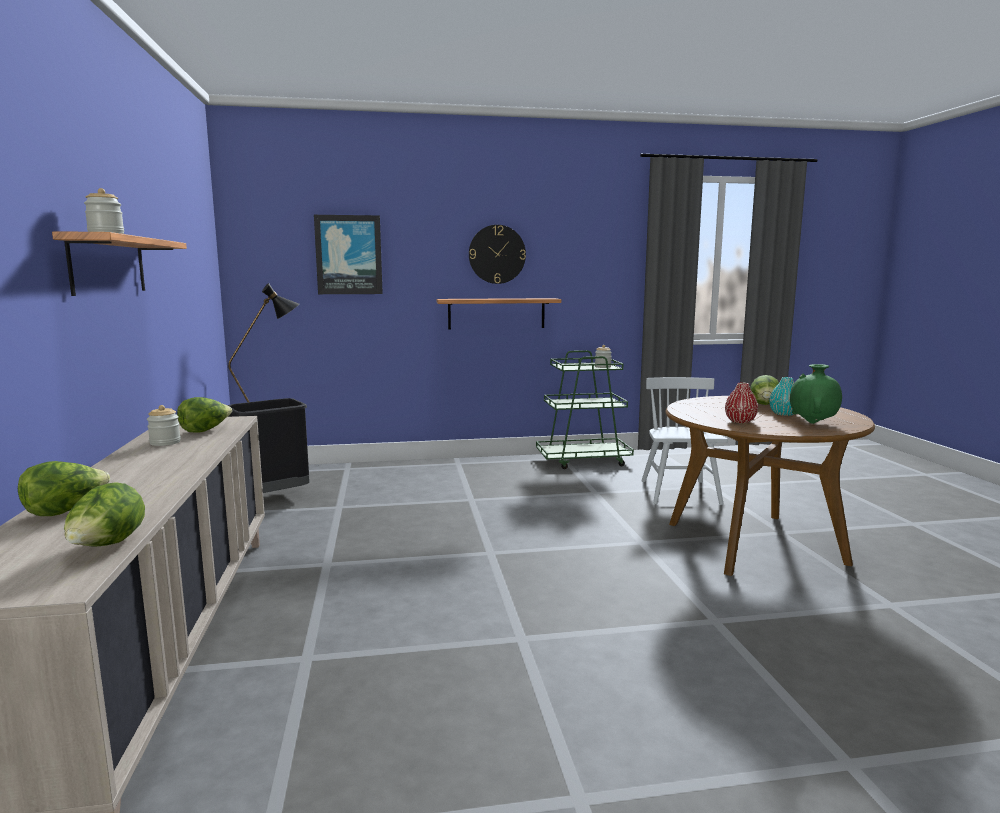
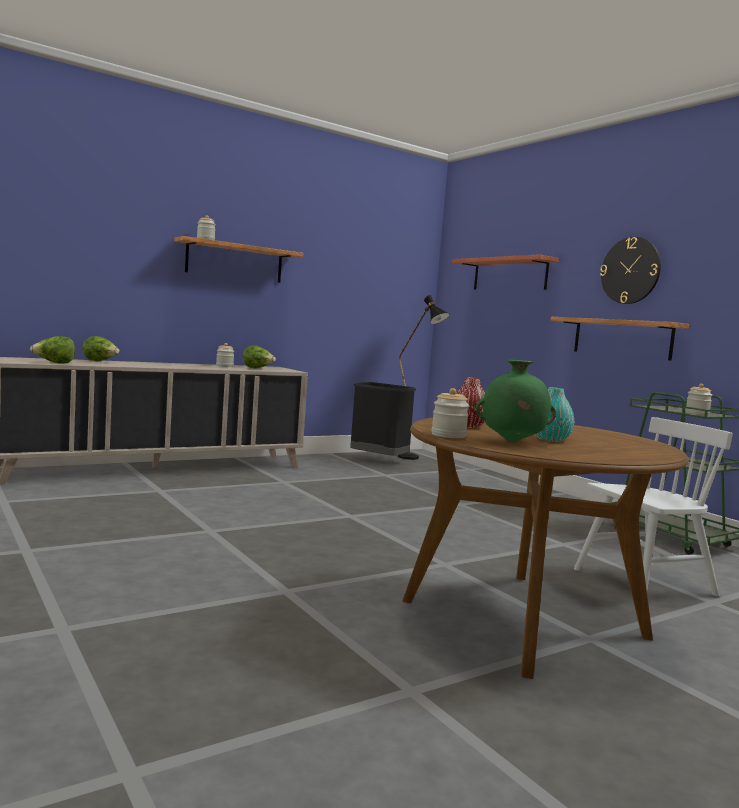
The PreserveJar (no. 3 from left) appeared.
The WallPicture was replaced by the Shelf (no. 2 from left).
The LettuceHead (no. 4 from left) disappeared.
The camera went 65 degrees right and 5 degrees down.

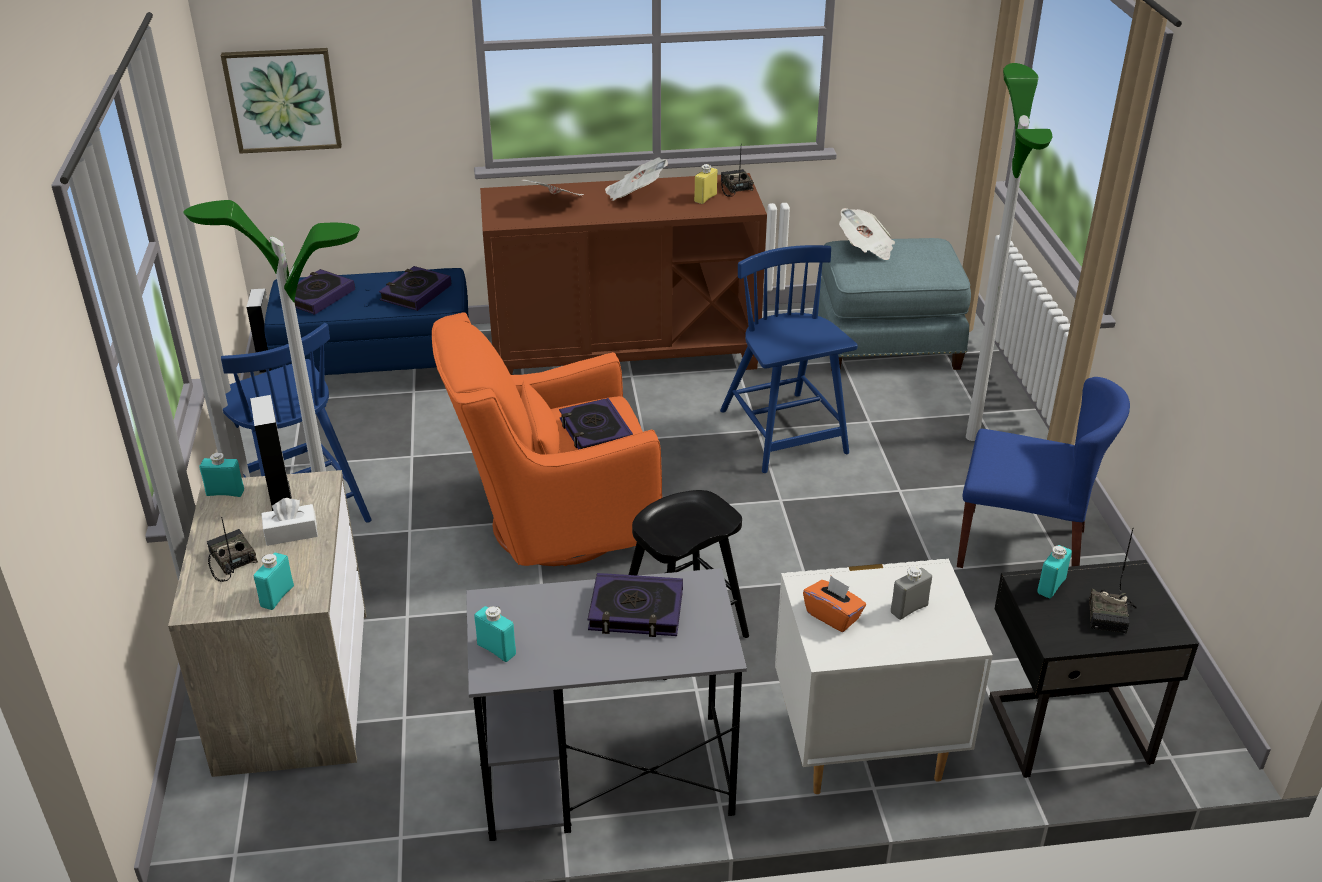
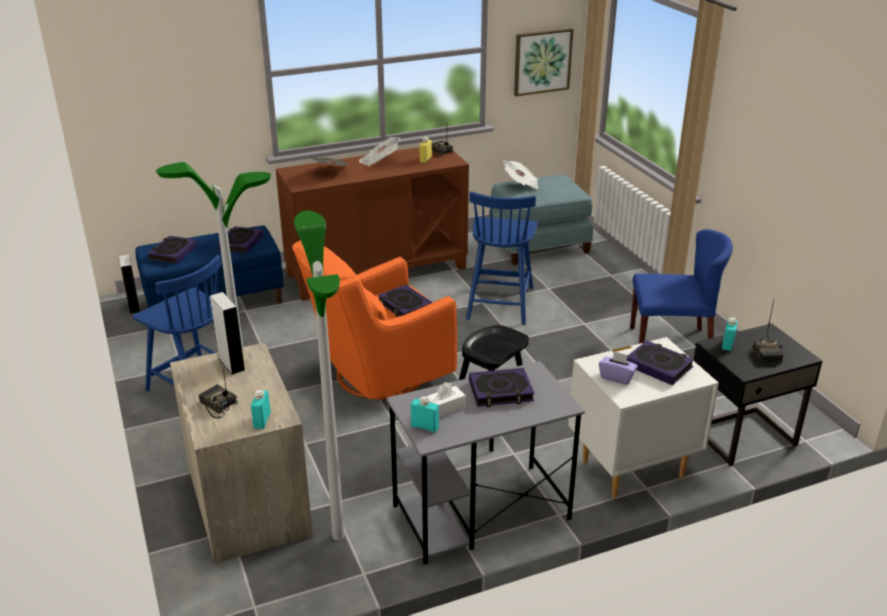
The StandardLamp (no. 2 from left) moved.
The WhitishTissueBox moved.
The BluishChair (no. 2 from left) turned 135 degrees counterclockwise.
The WallPicture moved.
The OrangeColouredTissueBox became the PurplishTissueBox.
The GreyBeverageBottle was replaced by the Book (no. 5 from left).
The BlueGreenBeverageBottle (no. 1 from left) disappeared.
The camera went 15 degrees left and 5 degrees down.

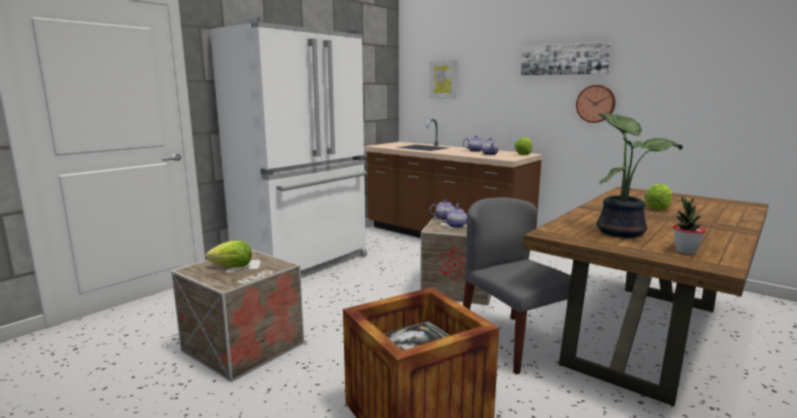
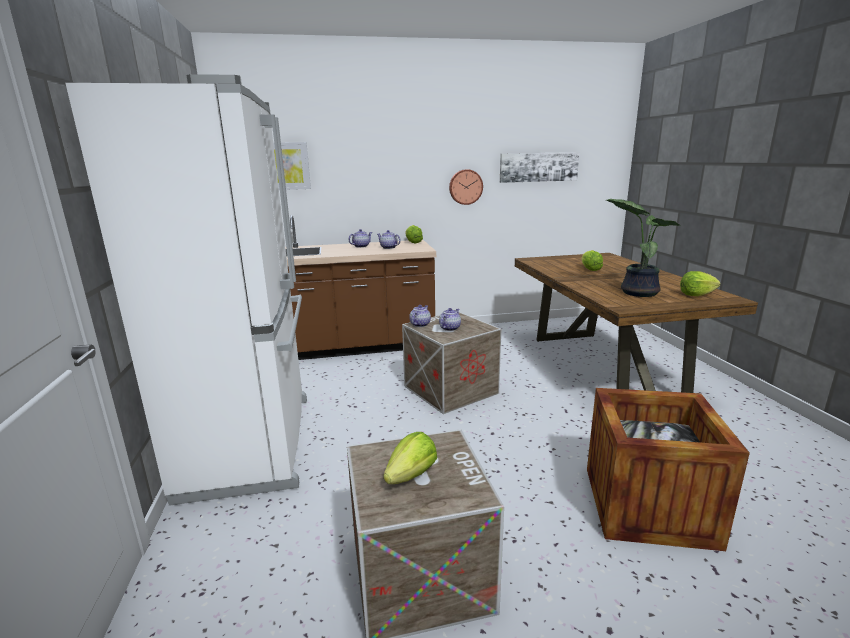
The WallPicture (no. 2 from left) moved.
The PottedPlant (no. 2 from left) was replaced by the LettuceHead (no. 4 from left).
The GreyChair disappeared.
The camera went 50 degrees left and 5 degrees up.

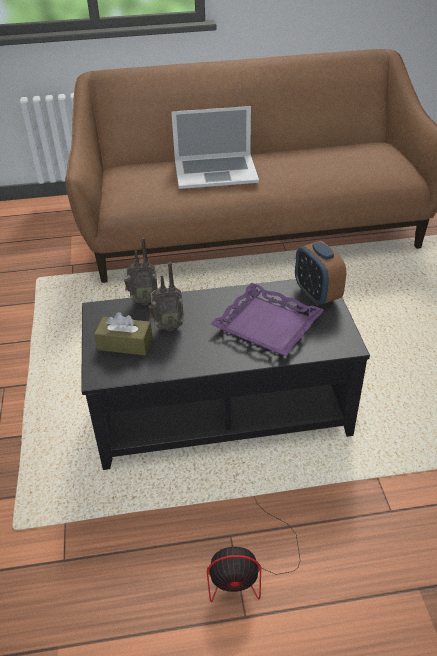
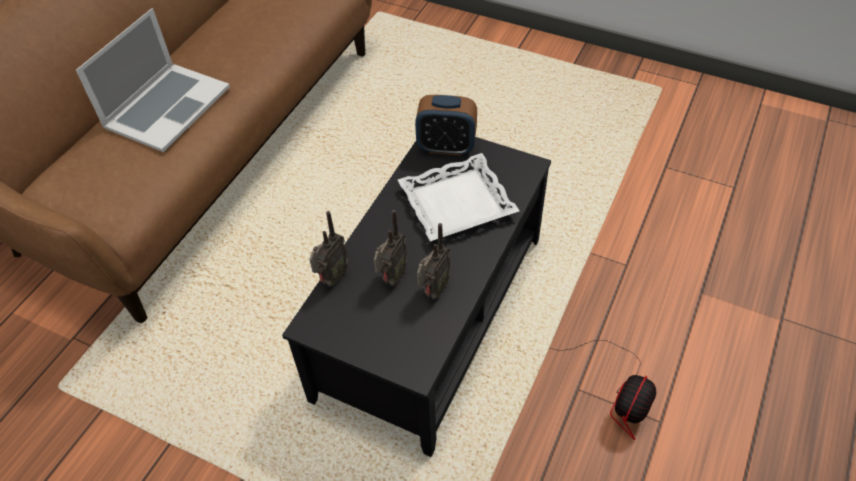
The PurplishServingTray became the WhitishServingTray.
The RadioReceiver (no. 3 from left) appeared.
The BrownColouredTissueBox disappeared.
The camera went 55 degrees left and 10 degrees up.

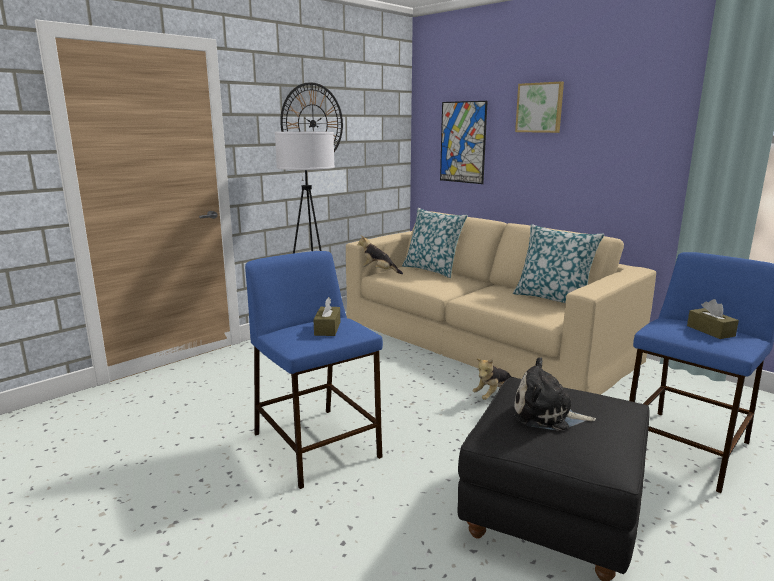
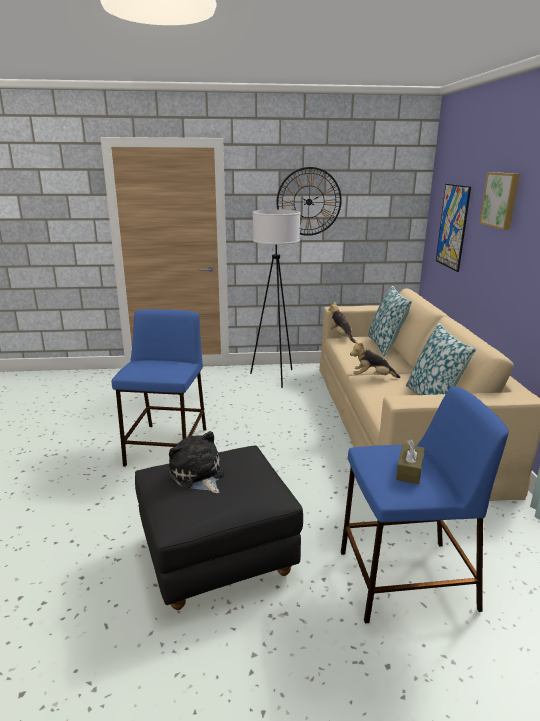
The SoftToy (no. 2 from left in the first image) moved.
The BrownColouredTissueBox (no. 1 from left) disappeared.
The camera went 40 degrees right and 5 degrees up.

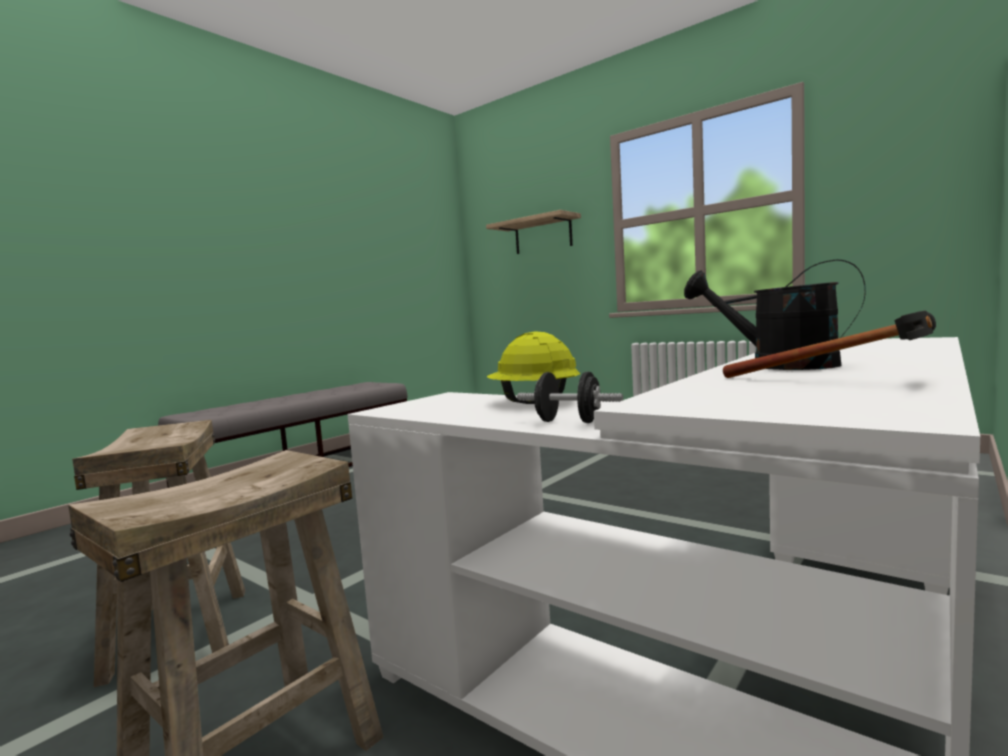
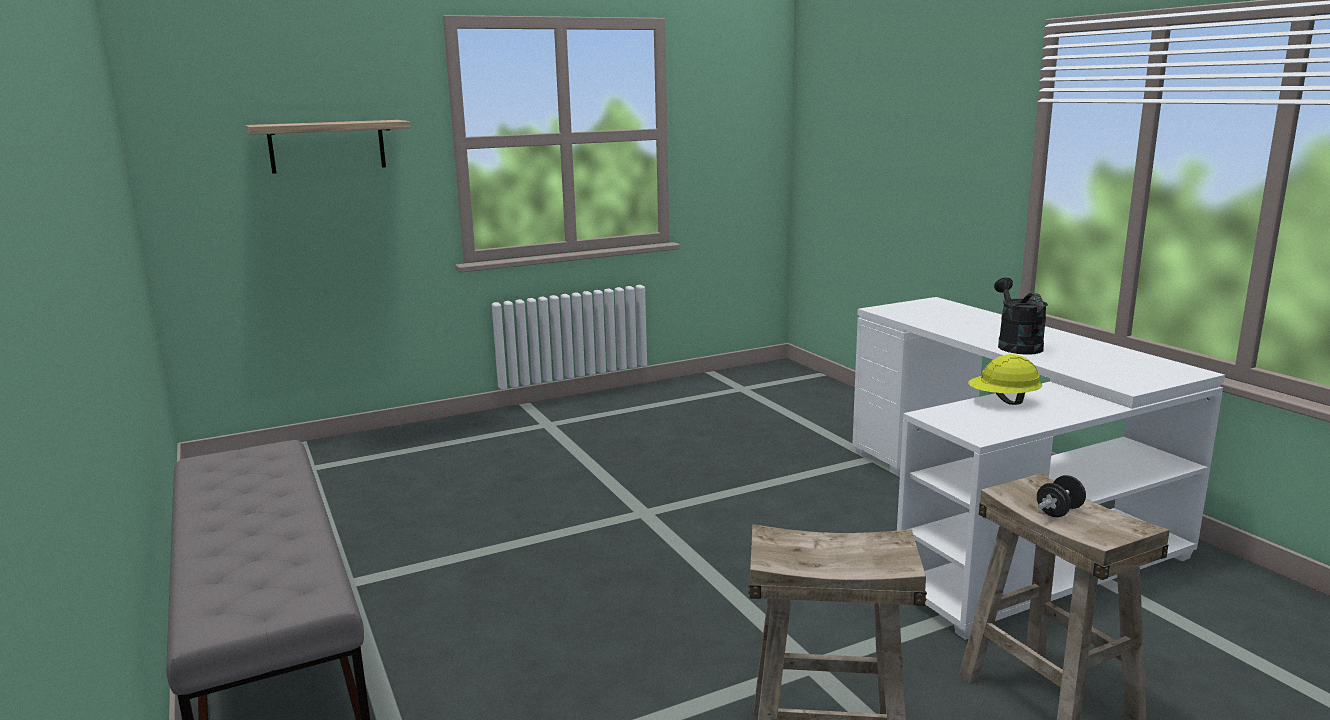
The BlackSprinklingCan turned 120 degrees clockwise.
The BlackHandWeight moved.
The HandHammer disappeared.
The camera went 65 degrees left and 10 degrees up.

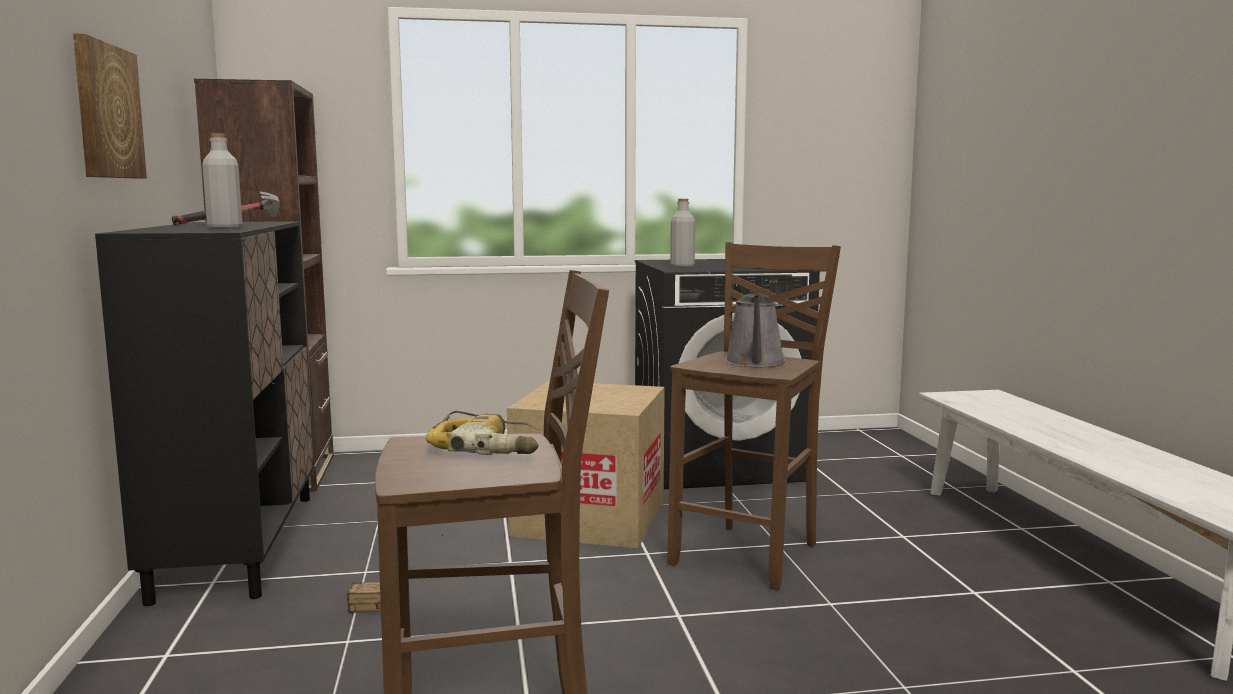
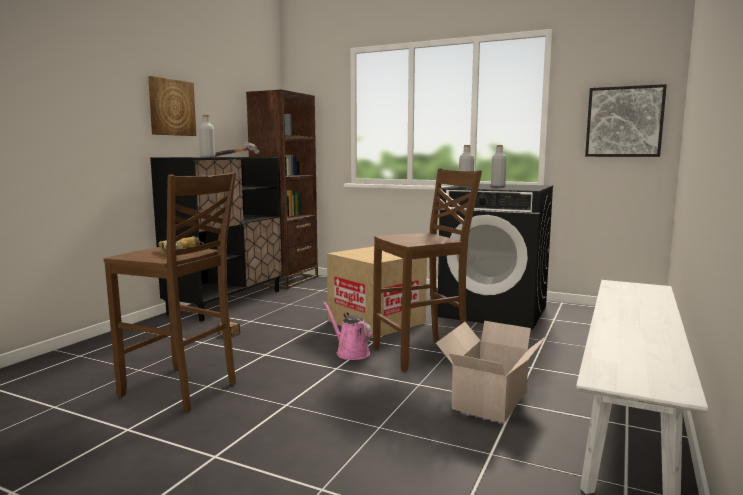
The PinkColouredSprinklingCan appeared.
The PackingBox (no. 2 from left) appeared.
The GreyBeverageBottle (no. 3 from left) appeared.
The WallPicture (no. 2 from left) appeared.
The GreySprinklingCan disappeared.
The camera went 35 degrees right and 0 degrees up.

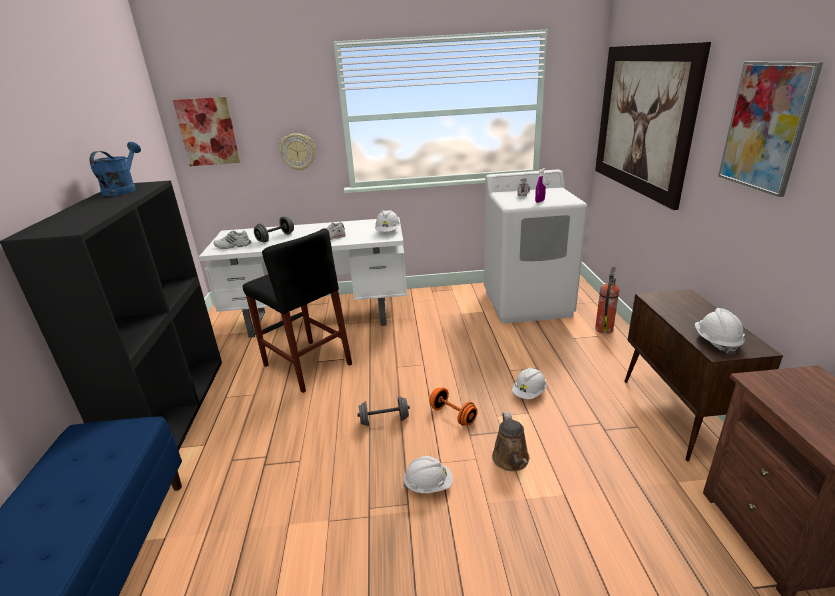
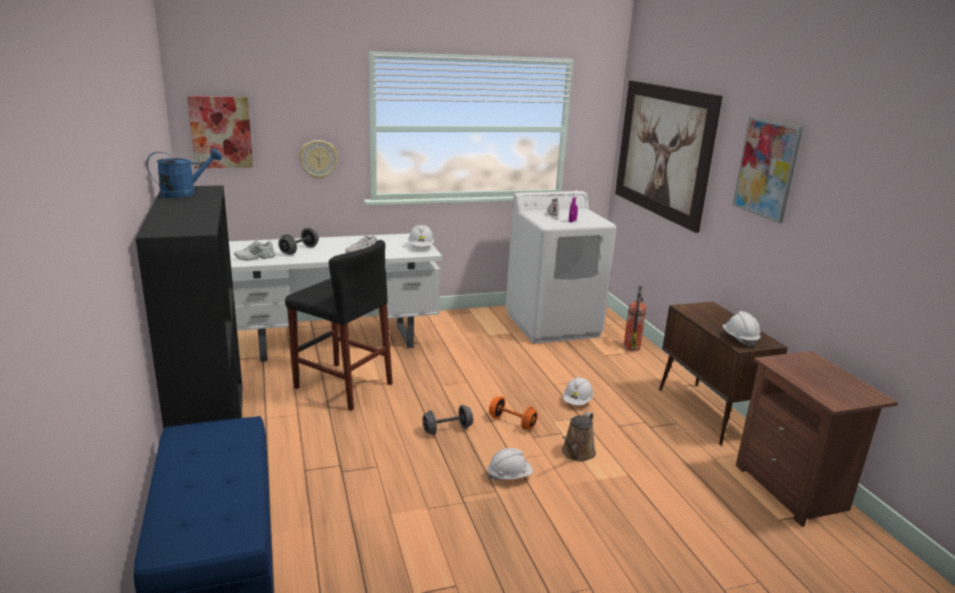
The BluishSprinklingCan turned 60 degrees clockwise.
The BrownColouredSprinklingCan turned 45 degrees clockwise.
The camera went 15 degrees left and 5 degrees down.

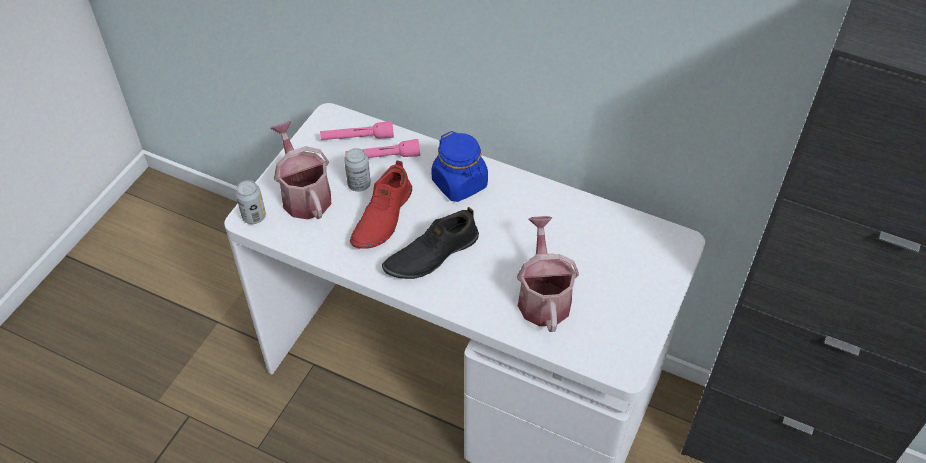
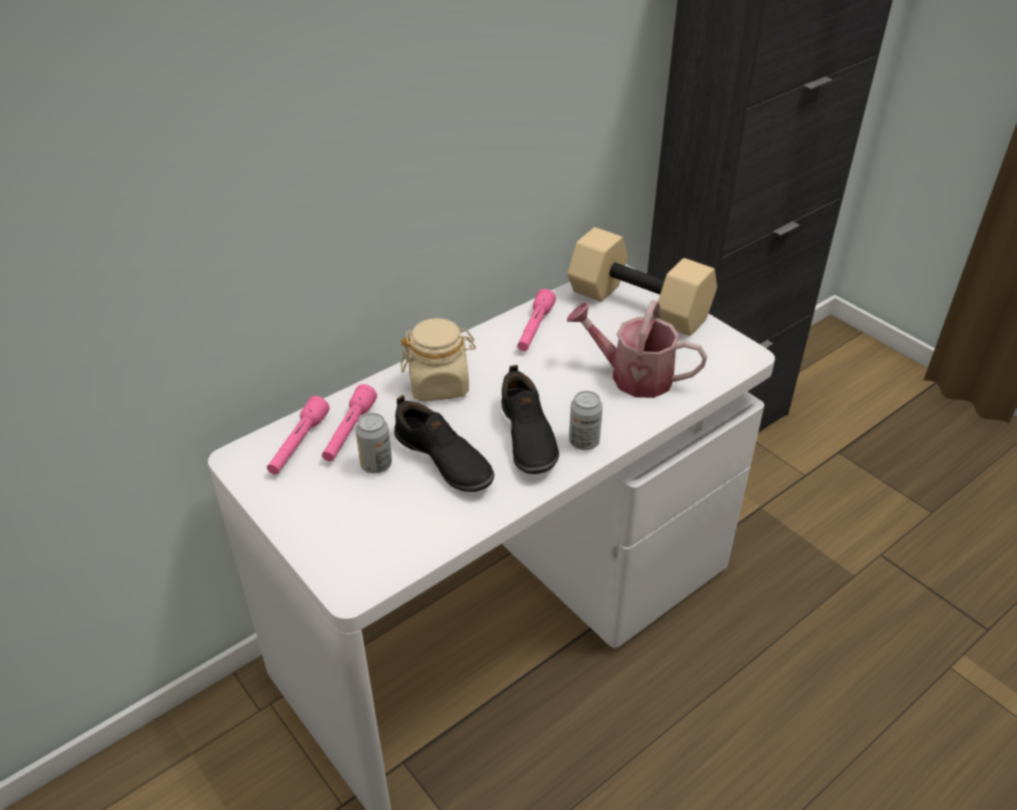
The RedColouredShoe became the BlackShoe (no. 1 from left).
The BluishPreserveJar became the BeigeColouredPreserveJar.
The PinkColouredFlashlight (no. 3 from left) appeared.
The BeigeColouredHandWeight appeared.
The SealedCan (no. 1 from left in the first image) moved.
The SprinklingCan (no. 1 from left) disappeared.
The camera went 65 degrees left and 10 degrees down.

